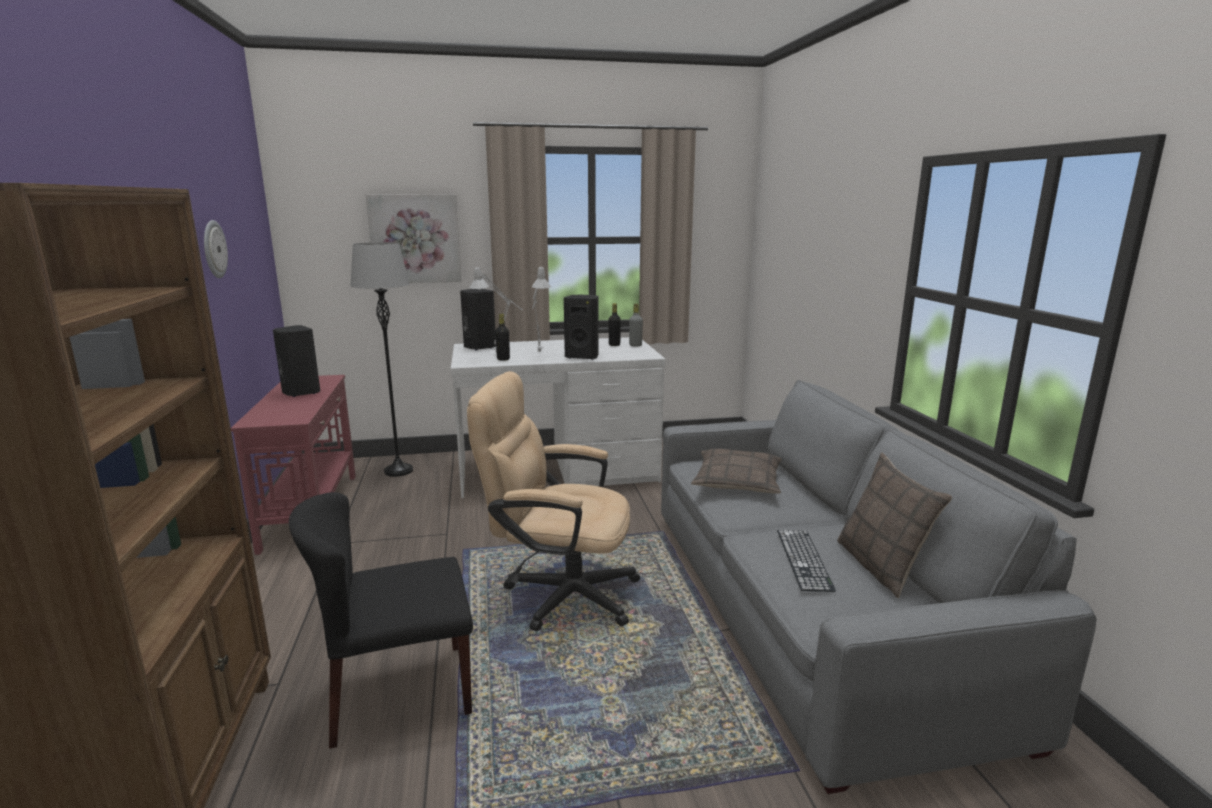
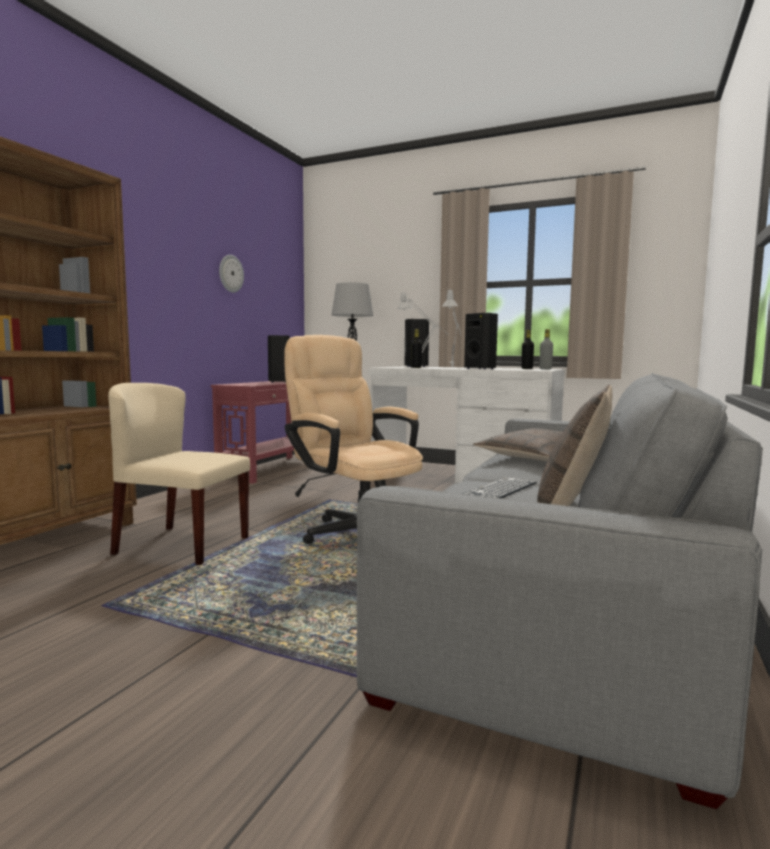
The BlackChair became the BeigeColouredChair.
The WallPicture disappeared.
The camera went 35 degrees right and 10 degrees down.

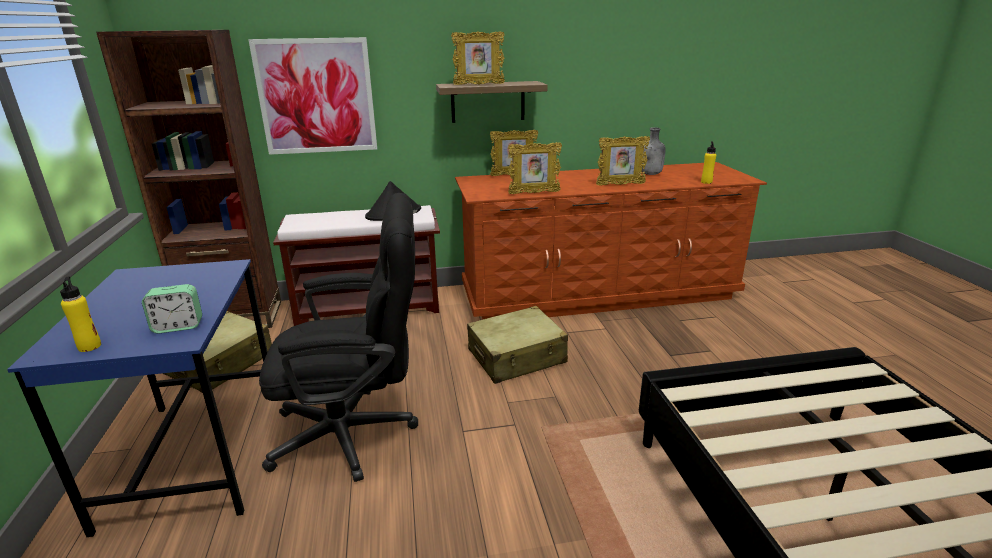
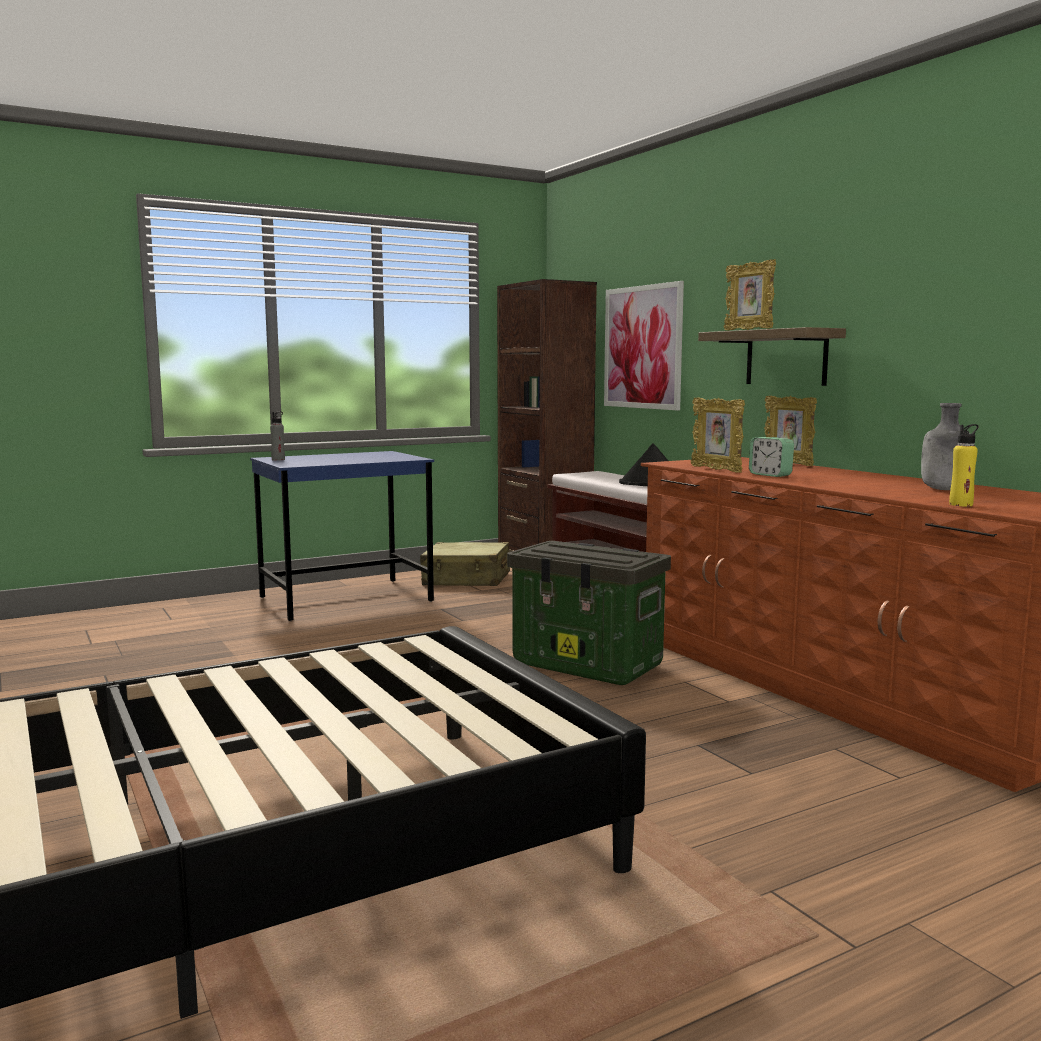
The YellowColouredBeverageBottle (no. 1 from left) became the GreyBeverageBottle (no. 1 from left).
The BeigeColouredPieceOfLuggage (no. 2 from left) was replaced by the StorageBin.
The TableClock moved.
The BlackOfficeChair disappeared.
The StandingFrame (no. 4 from left) disappeared.
The camera went 70 degrees right and 15 degrees down.

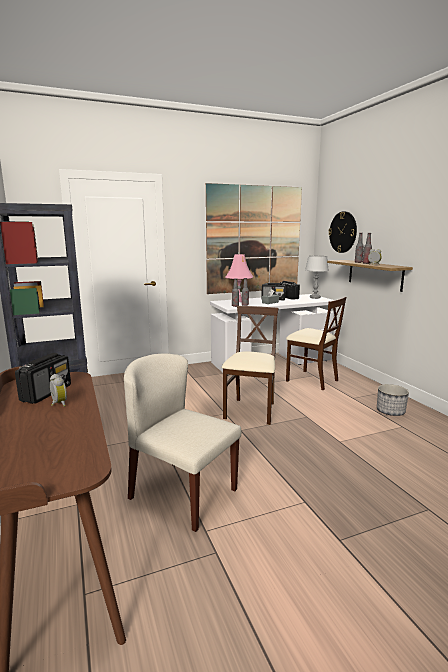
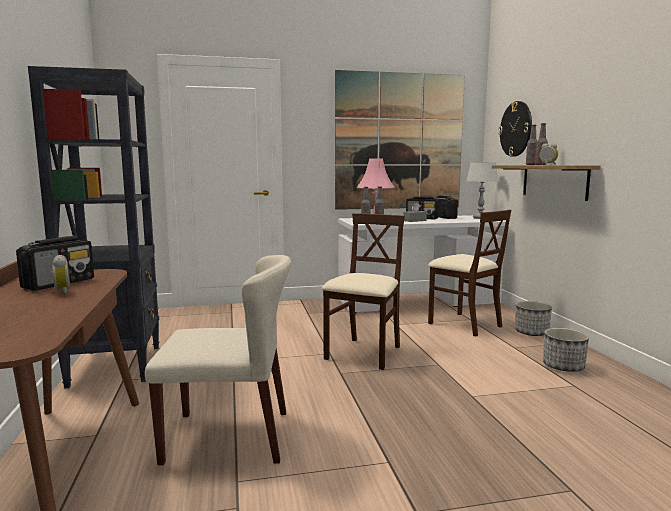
The BeigeColouredChair (no. 1 from left) turned 135 degrees clockwise.
The Planter (no. 1 from left) appeared.
The camera went 10 degrees right and 5 degrees down.

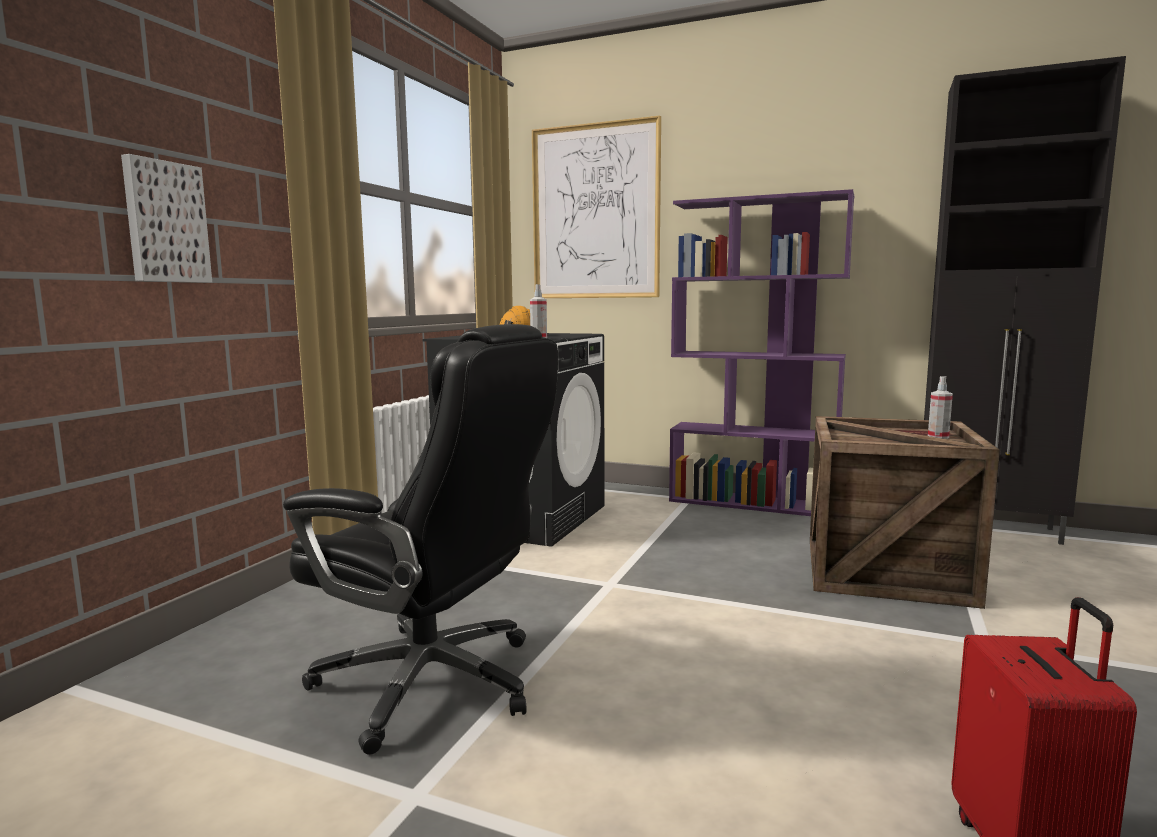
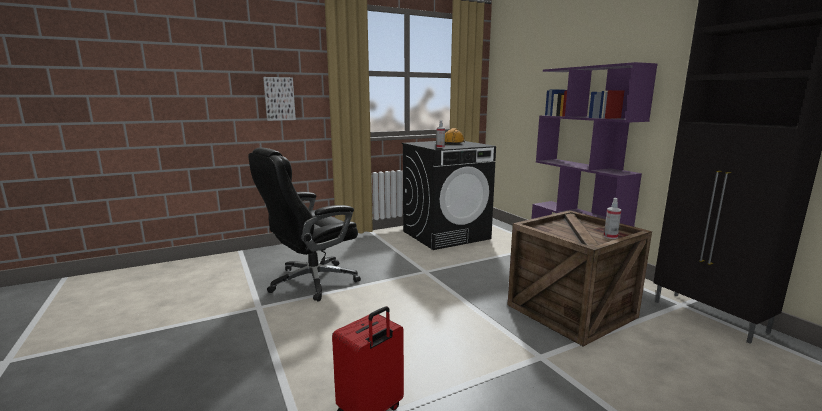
The BlackOfficeChair turned 75 degrees clockwise.
The WallPicture (no. 2 from left) disappeared.
The camera went 40 degrees right and 5 degrees up.

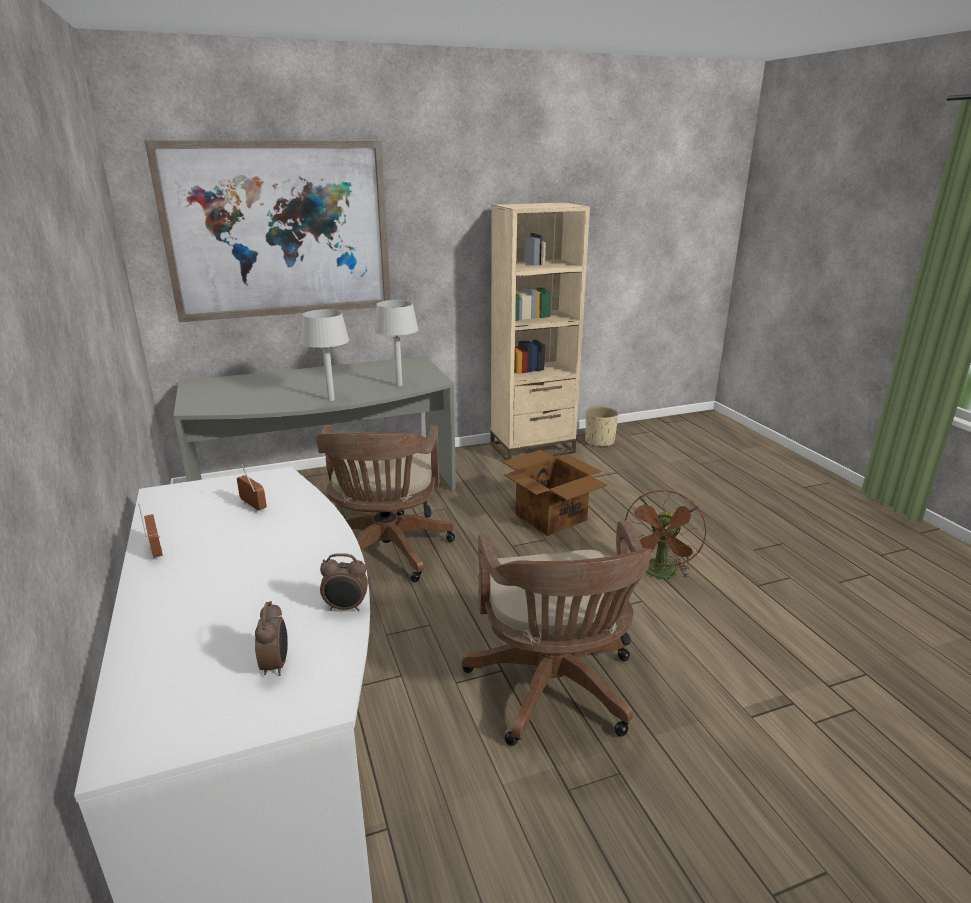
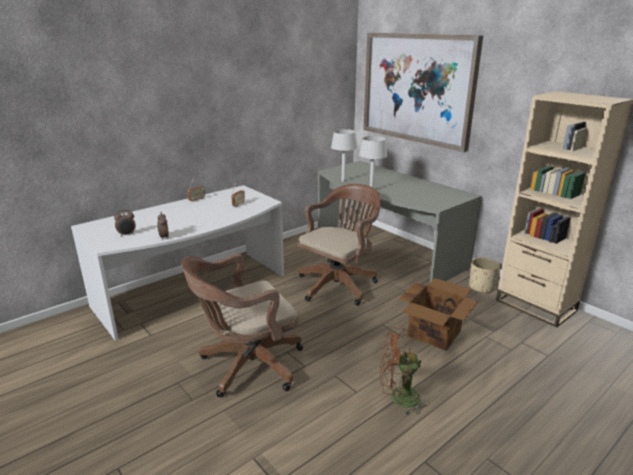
The BrownColouredOfficeChair (no. 1 from left in the first image) turned 150 degrees clockwise.
The GreyTabletopLamp (no. 2 from left in the first image) moved.
The BeigeColouredPlanter moved.
The camera went 70 degrees right and 0 degrees up.

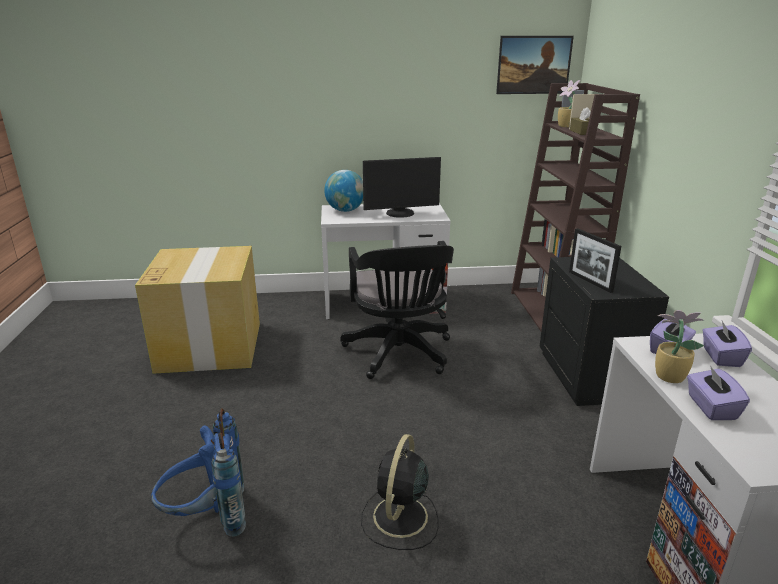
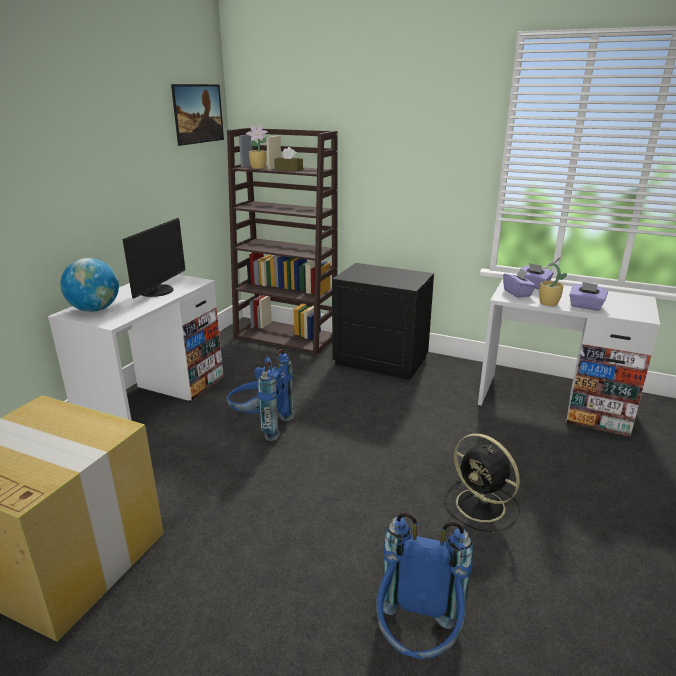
The BlackOfficeChair was replaced by the BluishKnapsack (no. 1 from left).
The StandingFrame disappeared.
The camera went 60 degrees left and 0 degrees up.

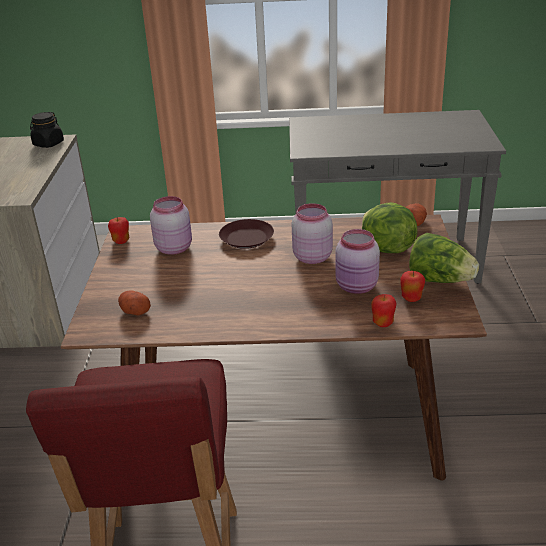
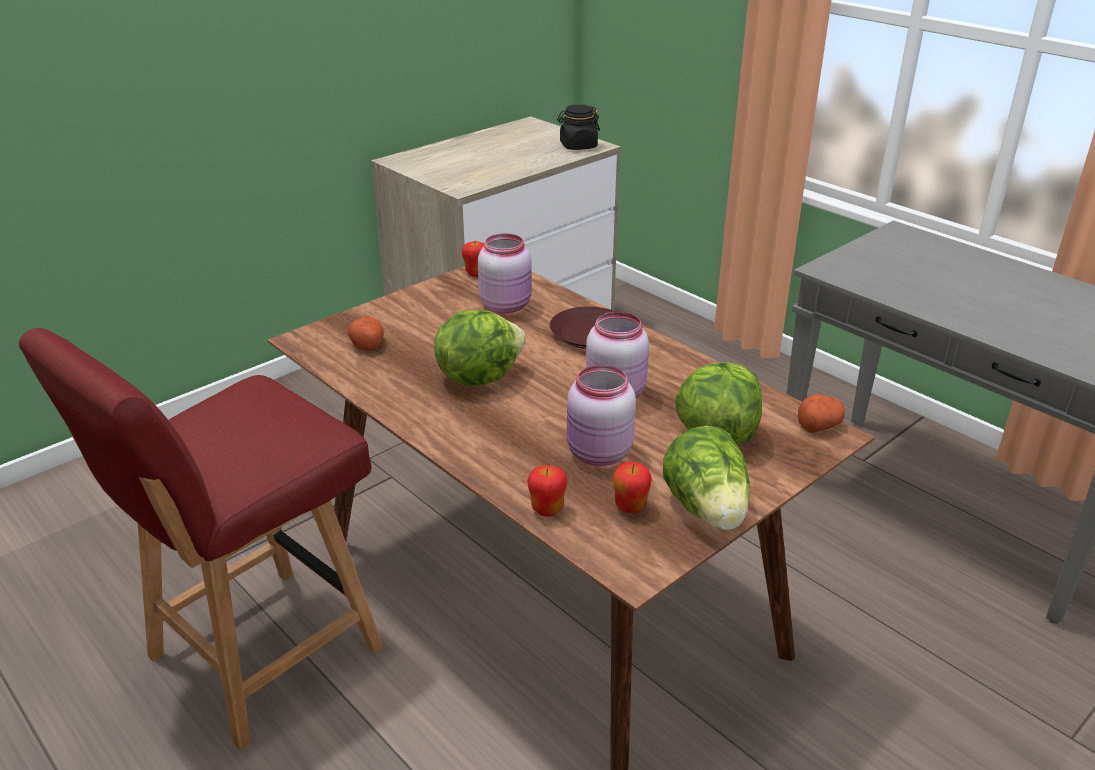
The LettuceHead (no. 1 from left) appeared.
The camera went 45 degrees right and 0 degrees up.

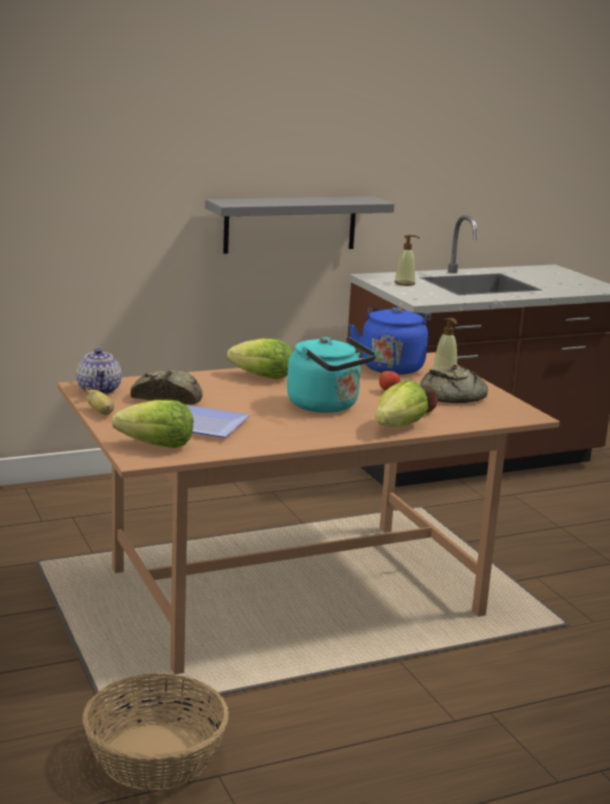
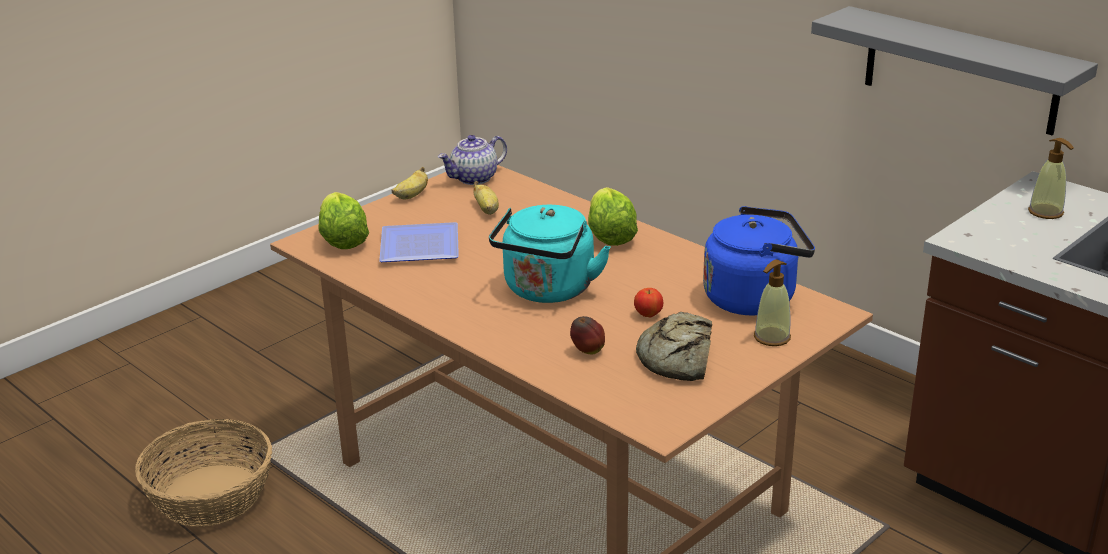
The Bread (no. 1 from left) was replaced by the BananaFruit (no. 2 from left).
The LettuceHead (no. 3 from left) disappeared.
The camera went 70 degrees right and 10 degrees up.

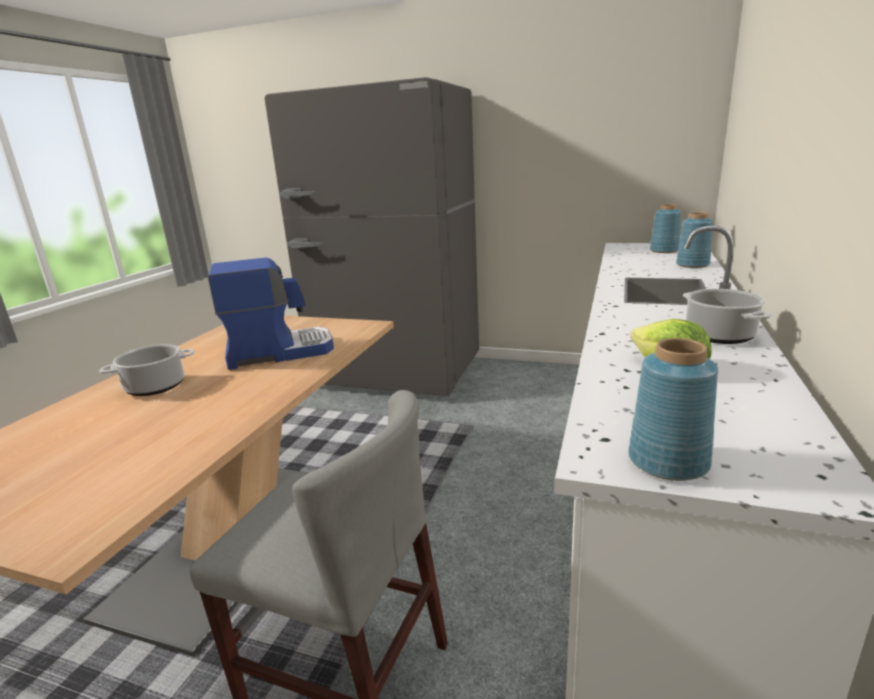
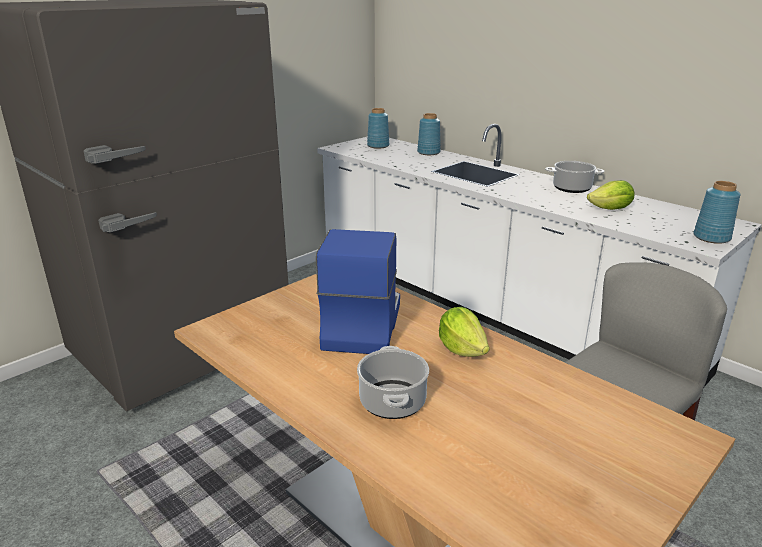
The LettuceHead (no. 1 from left) appeared.
The camera went 65 degrees left and 5 degrees up.

